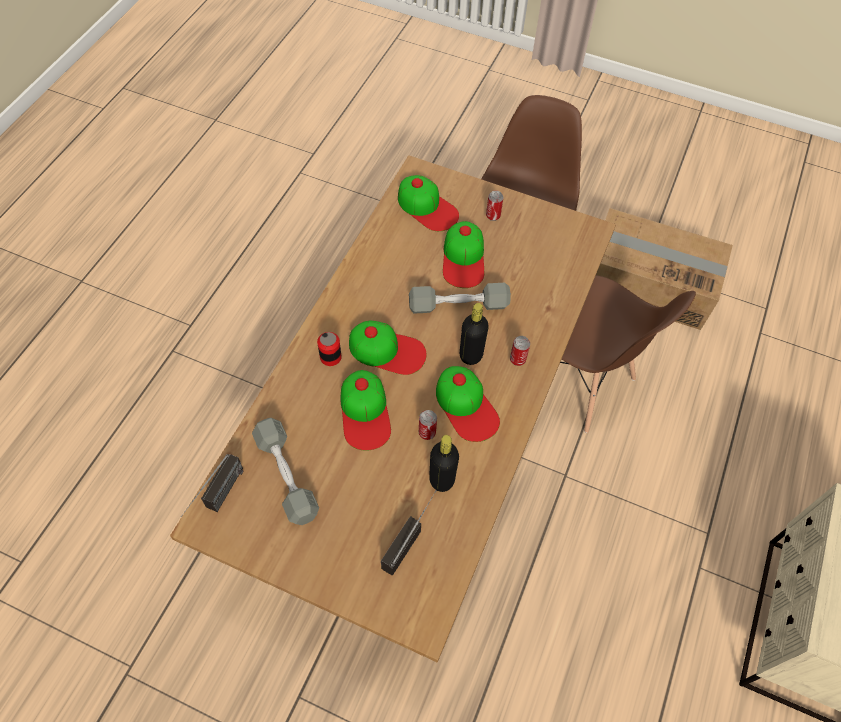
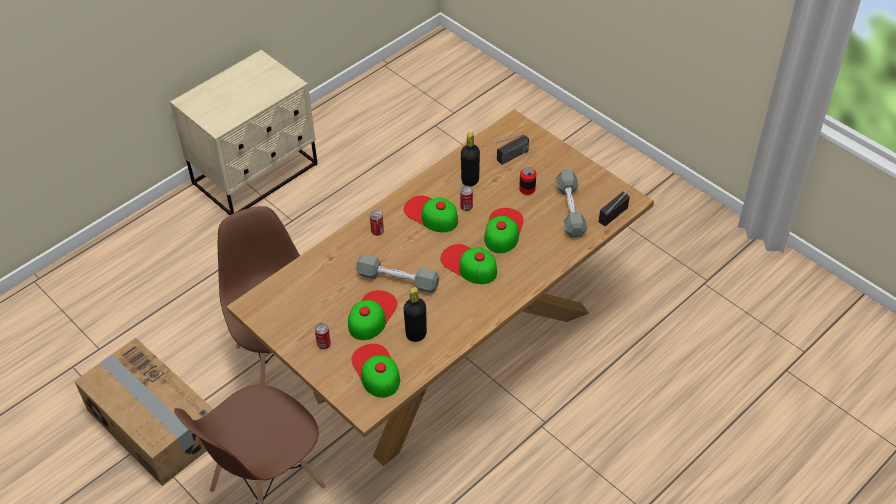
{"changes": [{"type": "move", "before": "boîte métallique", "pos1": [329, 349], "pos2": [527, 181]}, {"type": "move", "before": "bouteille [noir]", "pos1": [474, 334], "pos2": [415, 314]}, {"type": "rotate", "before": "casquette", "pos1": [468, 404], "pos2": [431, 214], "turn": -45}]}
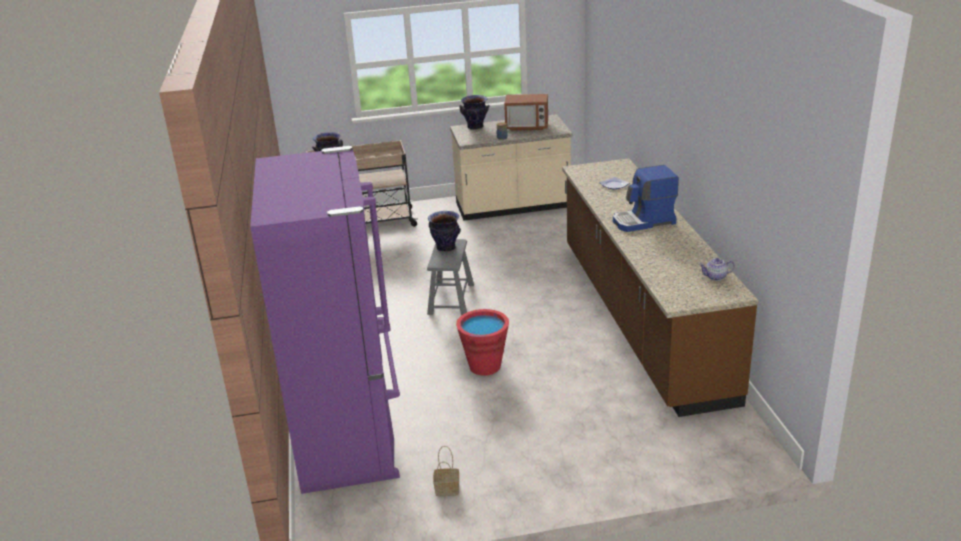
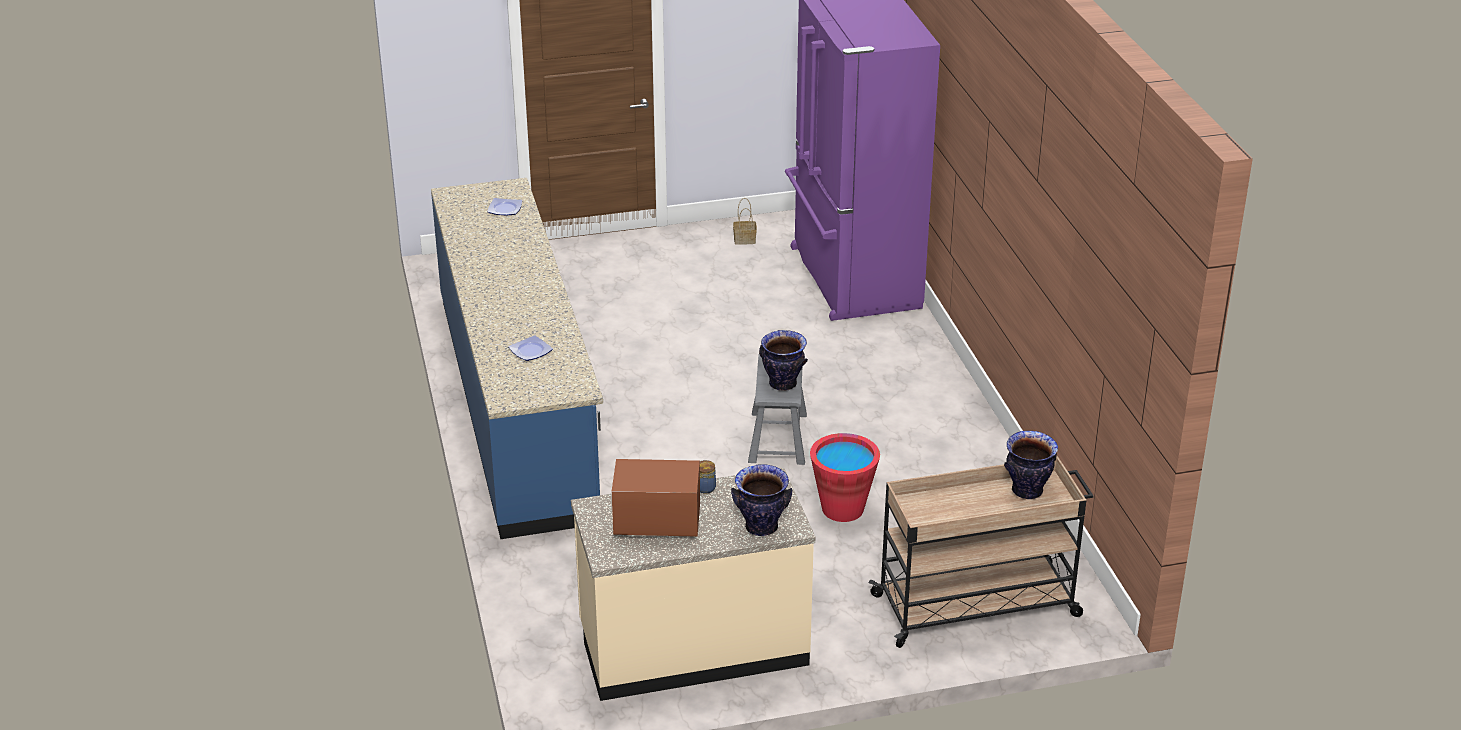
{"changes": [{"type": "delete", "before": "machine à café", "pos1": [646, 198]}, {"type": "delete", "before": "théière", "pos1": [717, 269]}, {"type": "insert", "after": "assiette", "pos2": [504, 206]}, {"type": "move", "before": "seau [rouge]", "pos1": [482, 342], "pos2": [845, 477]}, {"type": "recolor", "before": "comptoir de cuisine [marron]", "after": "comptoir de cuisine [bleu]", "pos1": [660, 287], "pos2": [517, 358]}]}
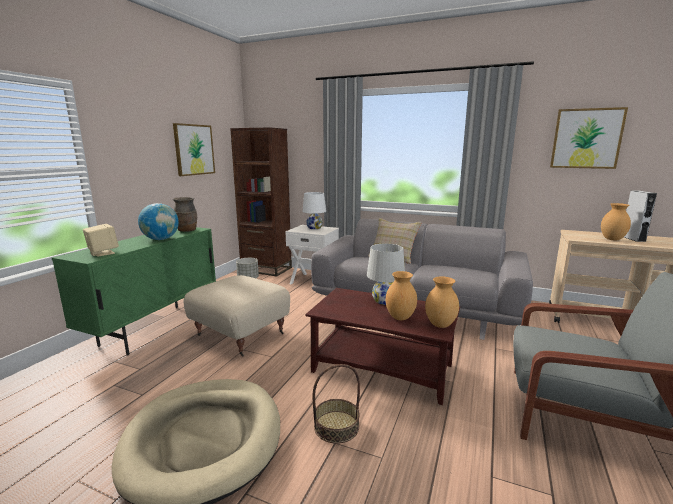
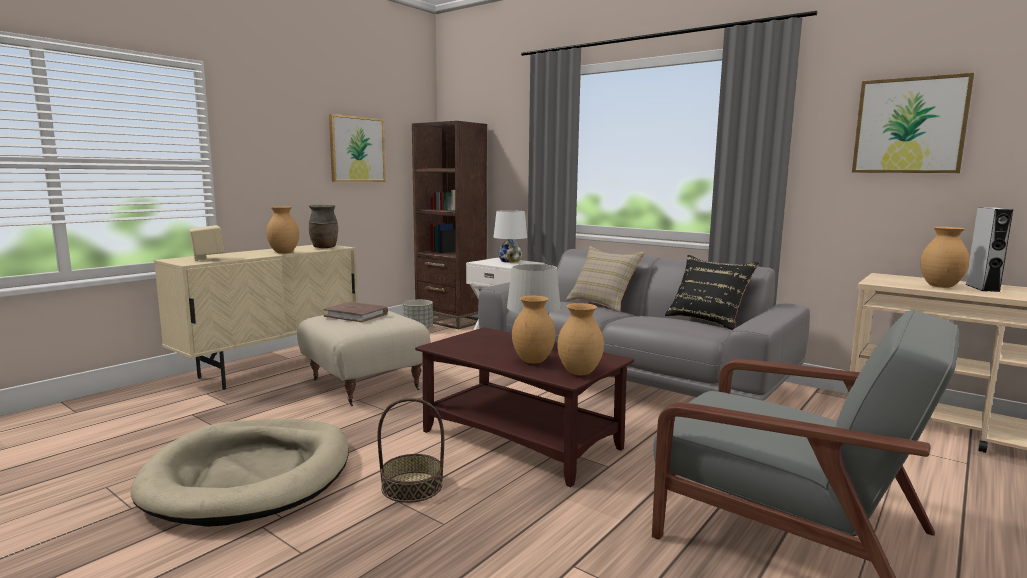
{"changes": [{"type": "insert", "after": "livre [marron]", "pos2": [355, 312]}, {"type": "insert", "after": "coussin [noir]", "pos2": [712, 292]}, {"type": "replace", "before": "globe", "after": "vase [marron]", "pos1": [158, 221], "pos2": [282, 229]}, {"type": "recolor", "before": "meuble de rangement [vert]", "after": "meuble de rangement [beige]", "pos1": [134, 291], "pos2": [256, 317]}]}
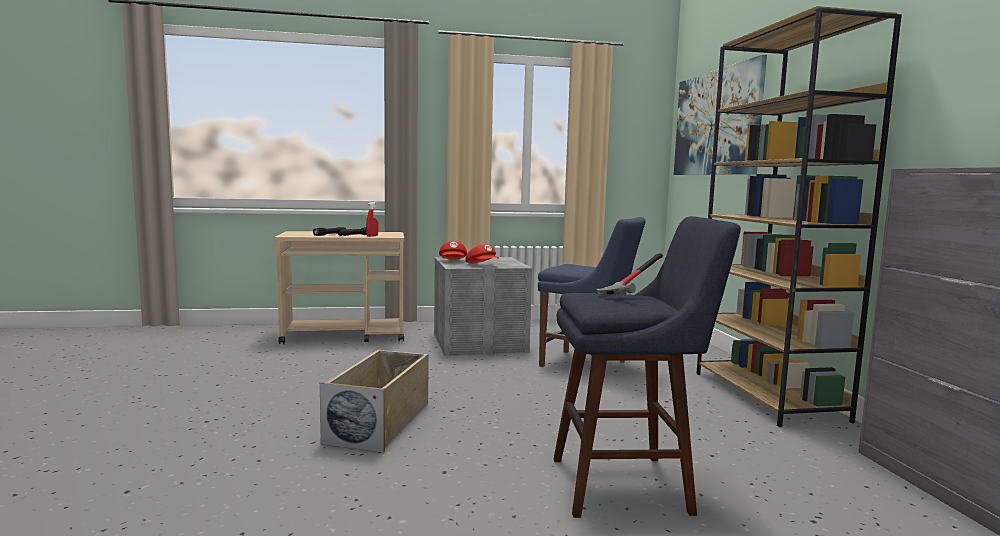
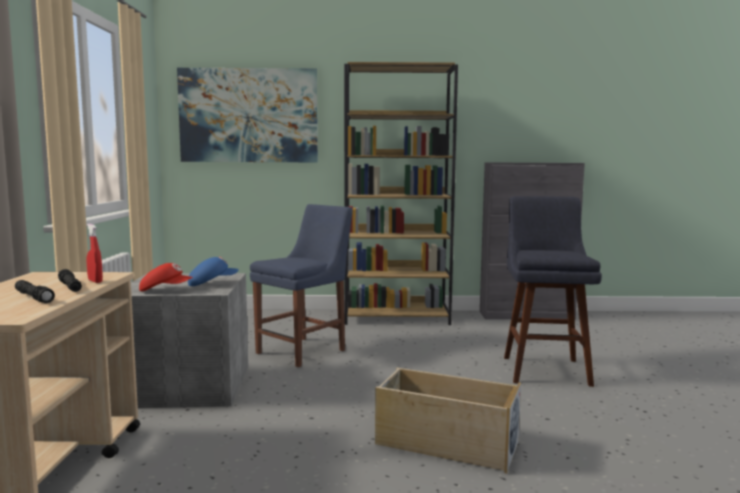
{"changes": [{"type": "delete", "before": "marteau", "pos1": [630, 275]}, {"type": "recolor", "before": "casquette [rouge]", "after": "casquette [bleu]", "pos1": [482, 253], "pos2": [213, 271]}]}
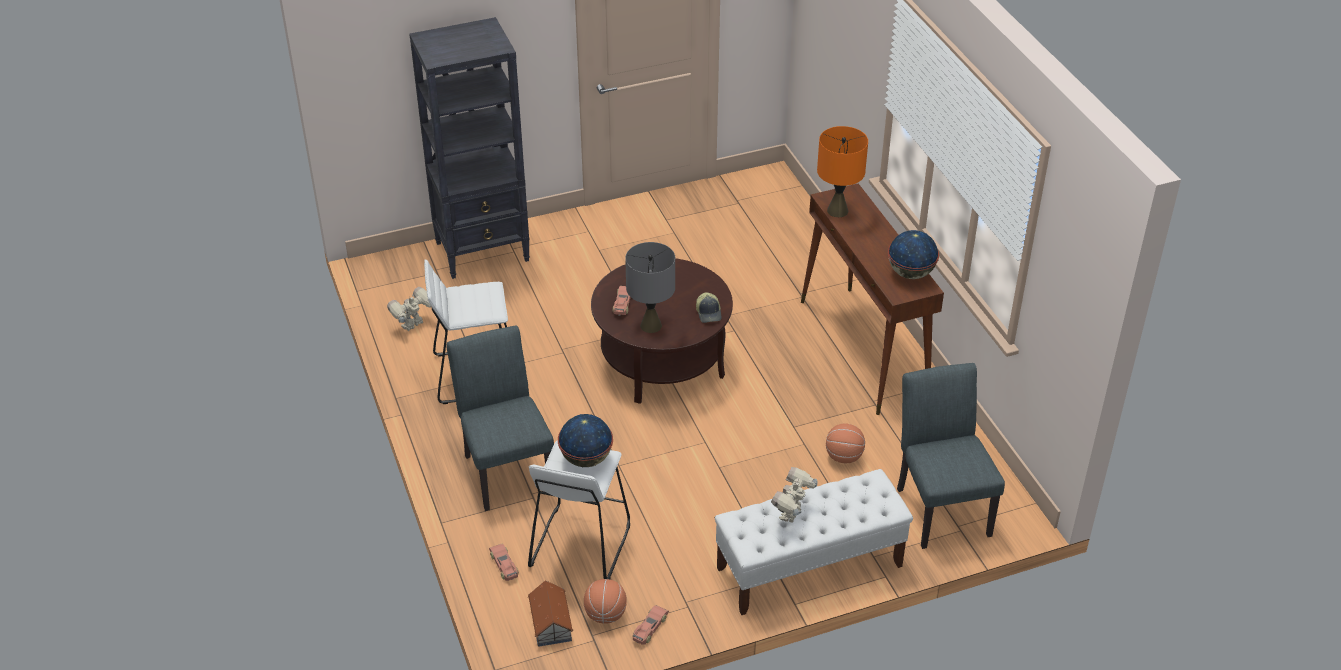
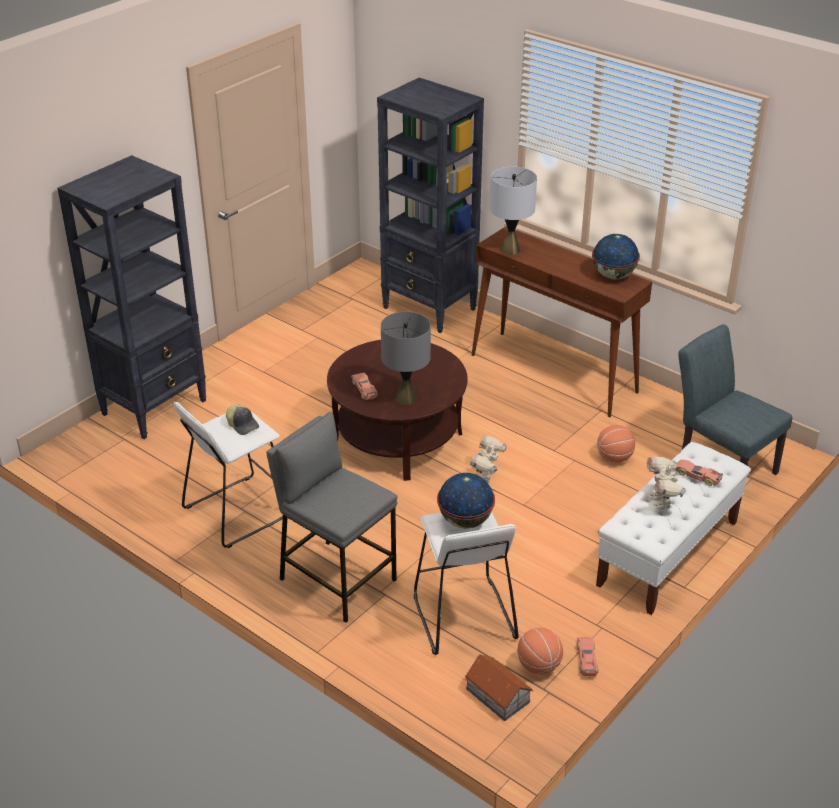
{"changes": [{"type": "insert", "after": "bibliothèque [noir]", "pos2": [430, 205]}, {"type": "move", "before": "robot jouet", "pos1": [409, 309], "pos2": [488, 459]}, {"type": "move", "before": "petite voiture", "pos1": [504, 562], "pos2": [699, 473]}, {"type": "move", "before": "casquette", "pos1": [709, 307], "pos2": [242, 420]}, {"type": "replace", "before": "chaise [gris]", "after": "tabouret [gris]", "pos1": [500, 418], "pos2": [332, 517]}, {"type": "recolor", "before": "lampe de table [orange]", "after": "lampe de table [gris]", "pos1": [842, 171], "pos2": [513, 211]}]}
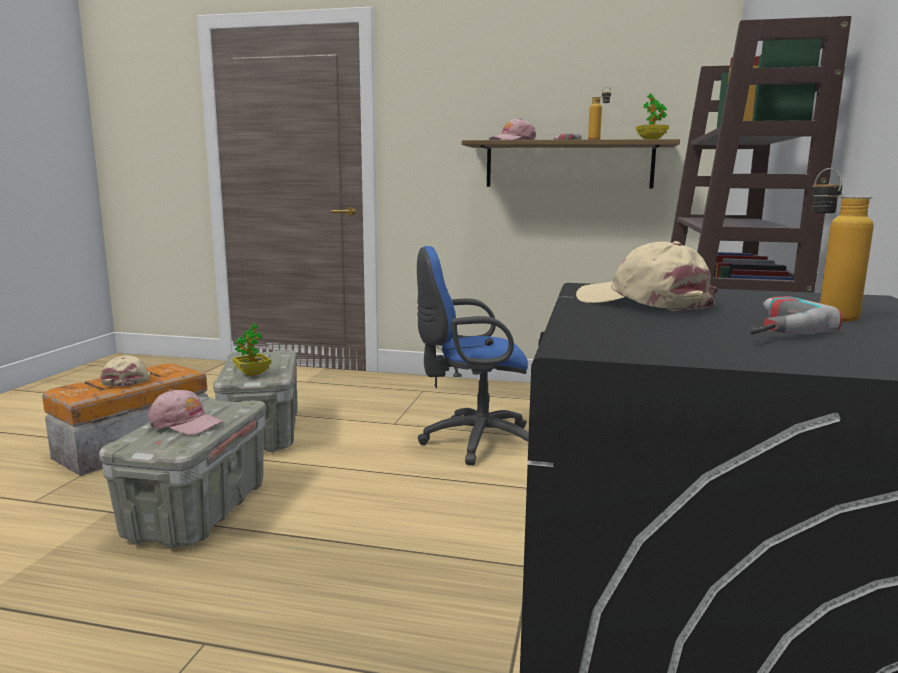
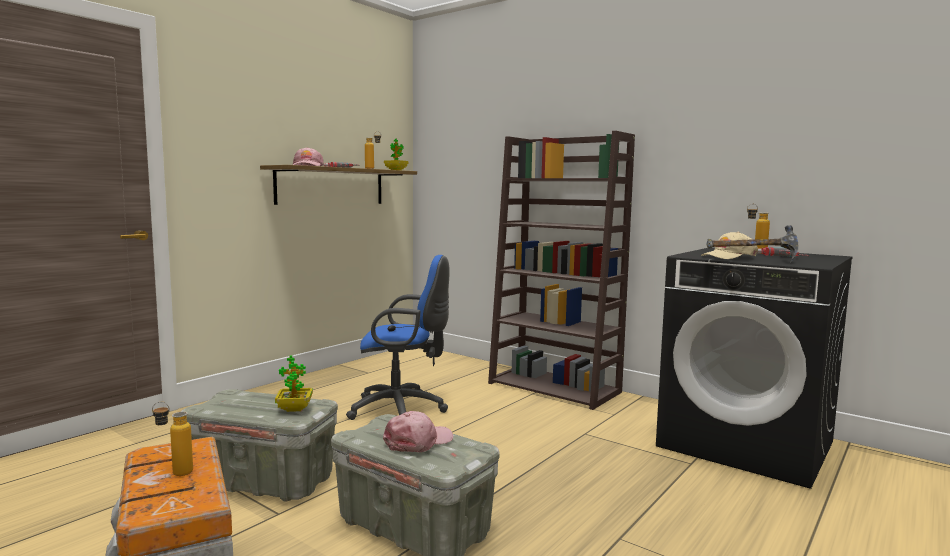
{"changes": [{"type": "insert", "after": "marteau", "pos2": [752, 244]}, {"type": "replace", "before": "casquette [beige]", "after": "bouteille", "pos1": [125, 371], "pos2": [172, 438]}, {"type": "rotate", "before": "chaise de bureau [bleu]", "pos1": [473, 355], "pos2": [397, 337], "turn": -105}]}
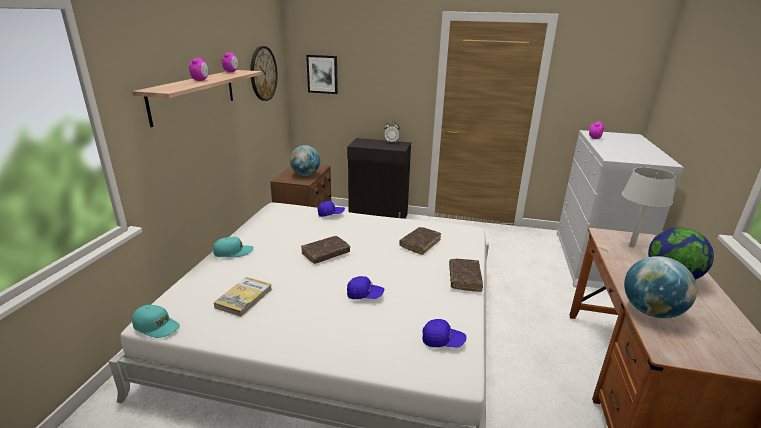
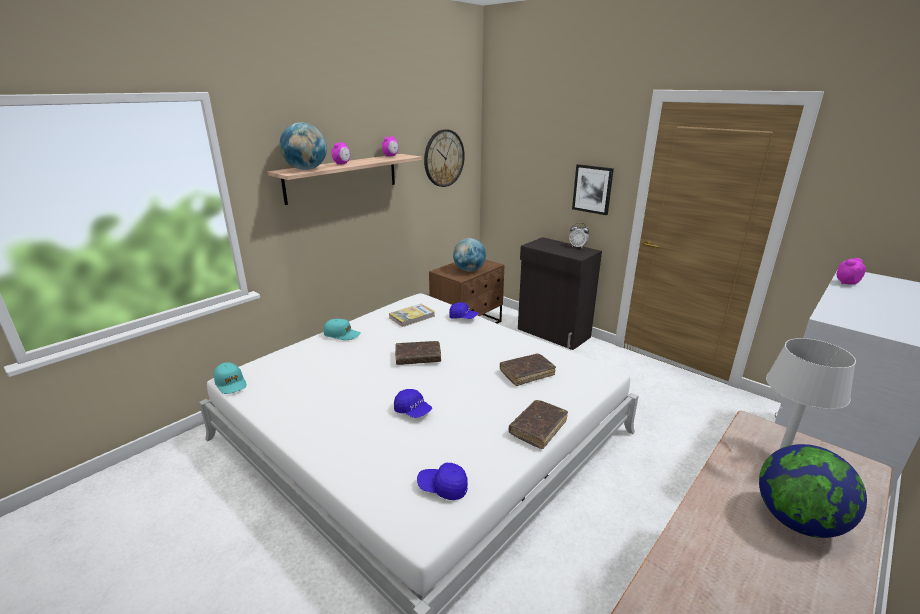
{"changes": [{"type": "move", "before": "livre", "pos1": [243, 297], "pos2": [412, 315]}, {"type": "move", "before": "tableau", "pos1": [322, 74], "pos2": [593, 189]}, {"type": "move", "before": "globe", "pos1": [660, 287], "pos2": [303, 146]}, {"type": "rotate", "before": "casquette [bleu]", "pos1": [444, 333], "pos2": [442, 481], "turn": 150}]}
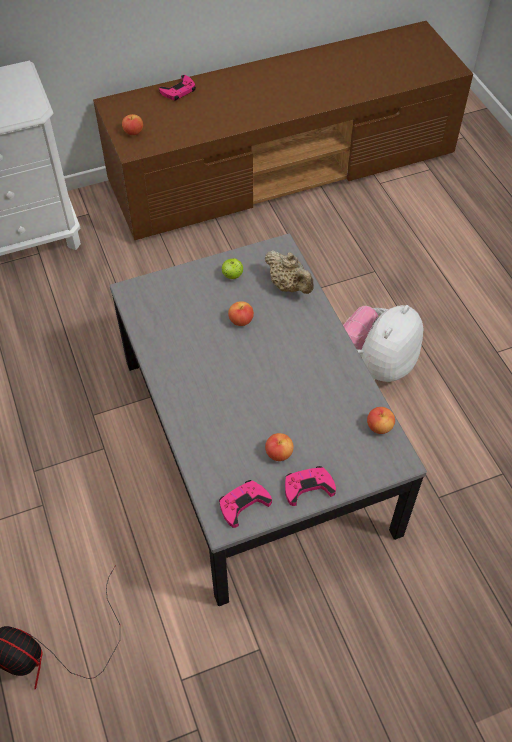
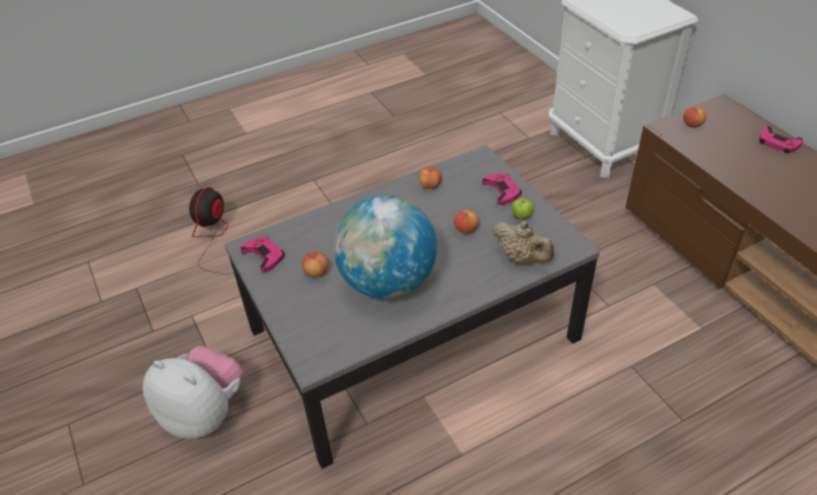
{"changes": [{"type": "insert", "after": "globe", "pos2": [385, 247]}, {"type": "move", "before": "manette [rose]", "pos1": [310, 486], "pos2": [502, 189]}, {"type": "move", "before": "peluche", "pos1": [383, 343], "pos2": [193, 392]}, {"type": "move", "before": "pomme", "pos1": [381, 420], "pos2": [430, 177]}, {"type": "rotate", "before": "théière [beige]", "pos1": [289, 272], "pos2": [523, 242], "turn": -90}]}
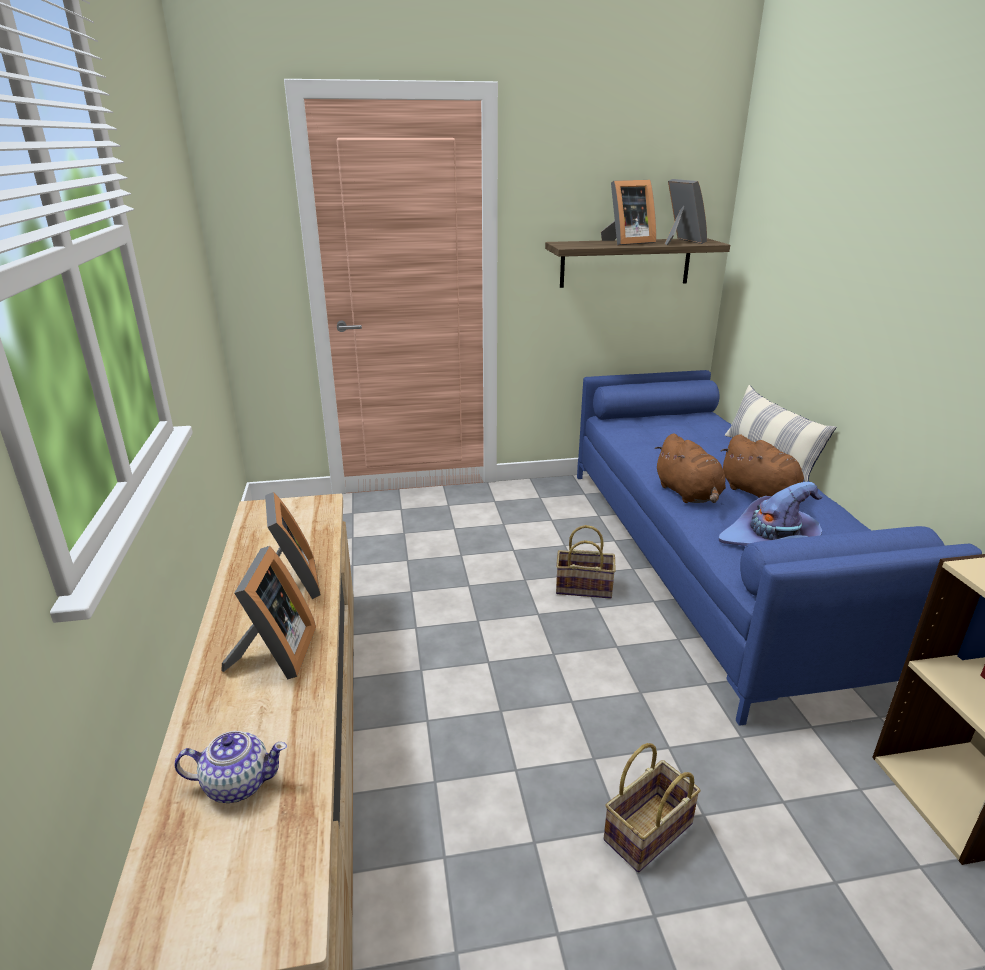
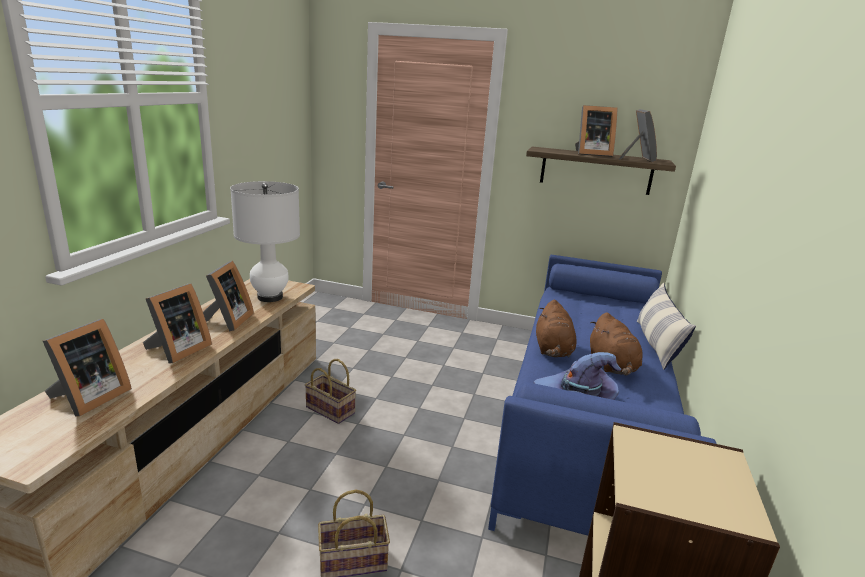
{"changes": [{"type": "insert", "after": "lampe de table [blanc]", "pos2": [265, 241]}, {"type": "move", "before": "panier", "pos1": [586, 562], "pos2": [330, 391]}, {"type": "replace", "before": "théière", "after": "cadre photo", "pos1": [231, 767], "pos2": [87, 367]}]}
